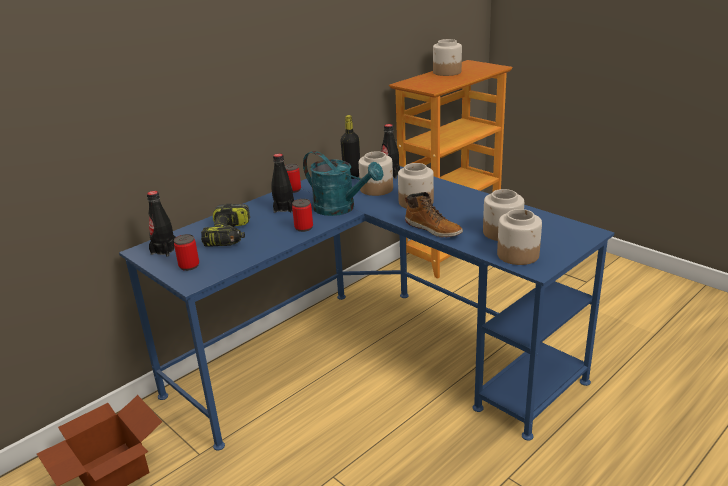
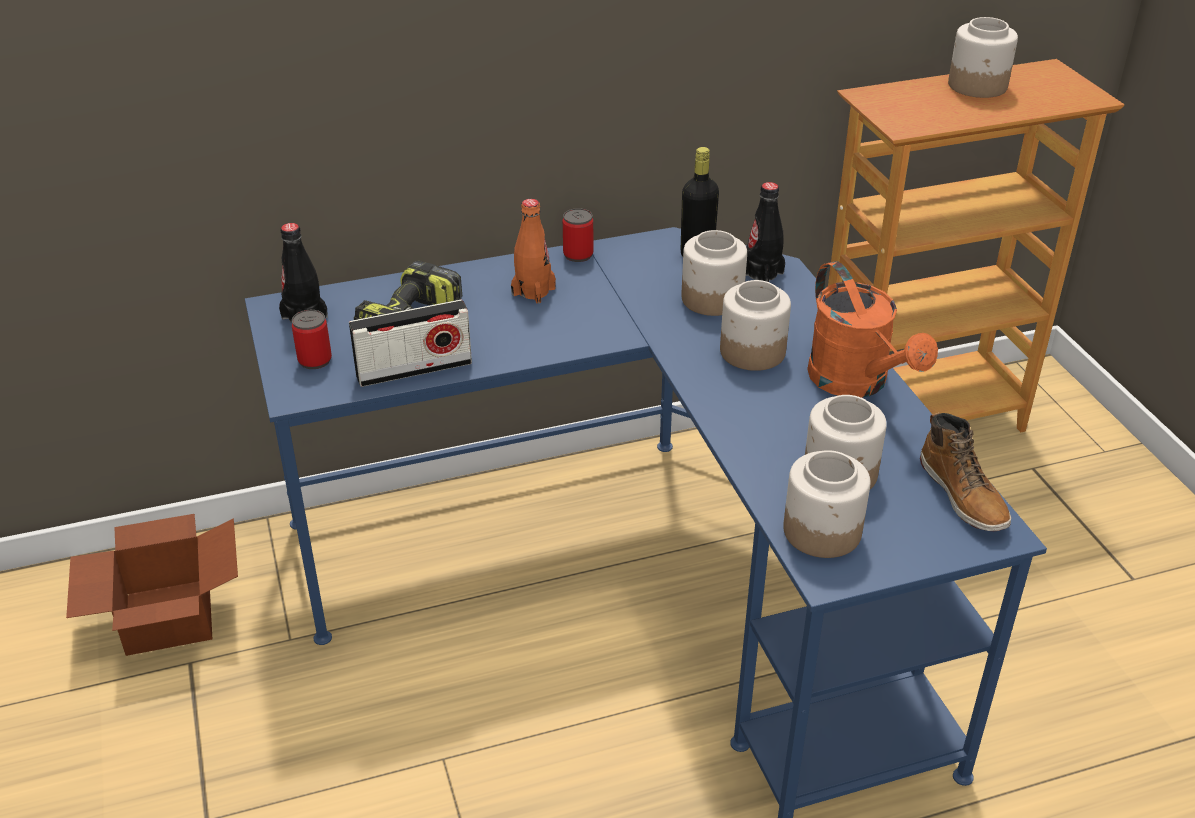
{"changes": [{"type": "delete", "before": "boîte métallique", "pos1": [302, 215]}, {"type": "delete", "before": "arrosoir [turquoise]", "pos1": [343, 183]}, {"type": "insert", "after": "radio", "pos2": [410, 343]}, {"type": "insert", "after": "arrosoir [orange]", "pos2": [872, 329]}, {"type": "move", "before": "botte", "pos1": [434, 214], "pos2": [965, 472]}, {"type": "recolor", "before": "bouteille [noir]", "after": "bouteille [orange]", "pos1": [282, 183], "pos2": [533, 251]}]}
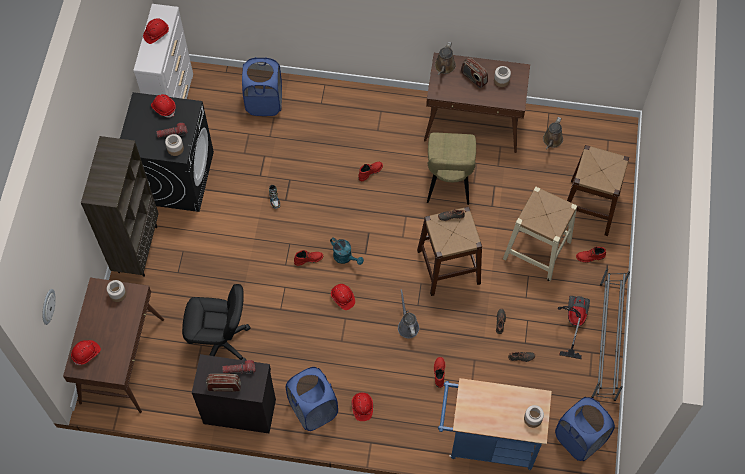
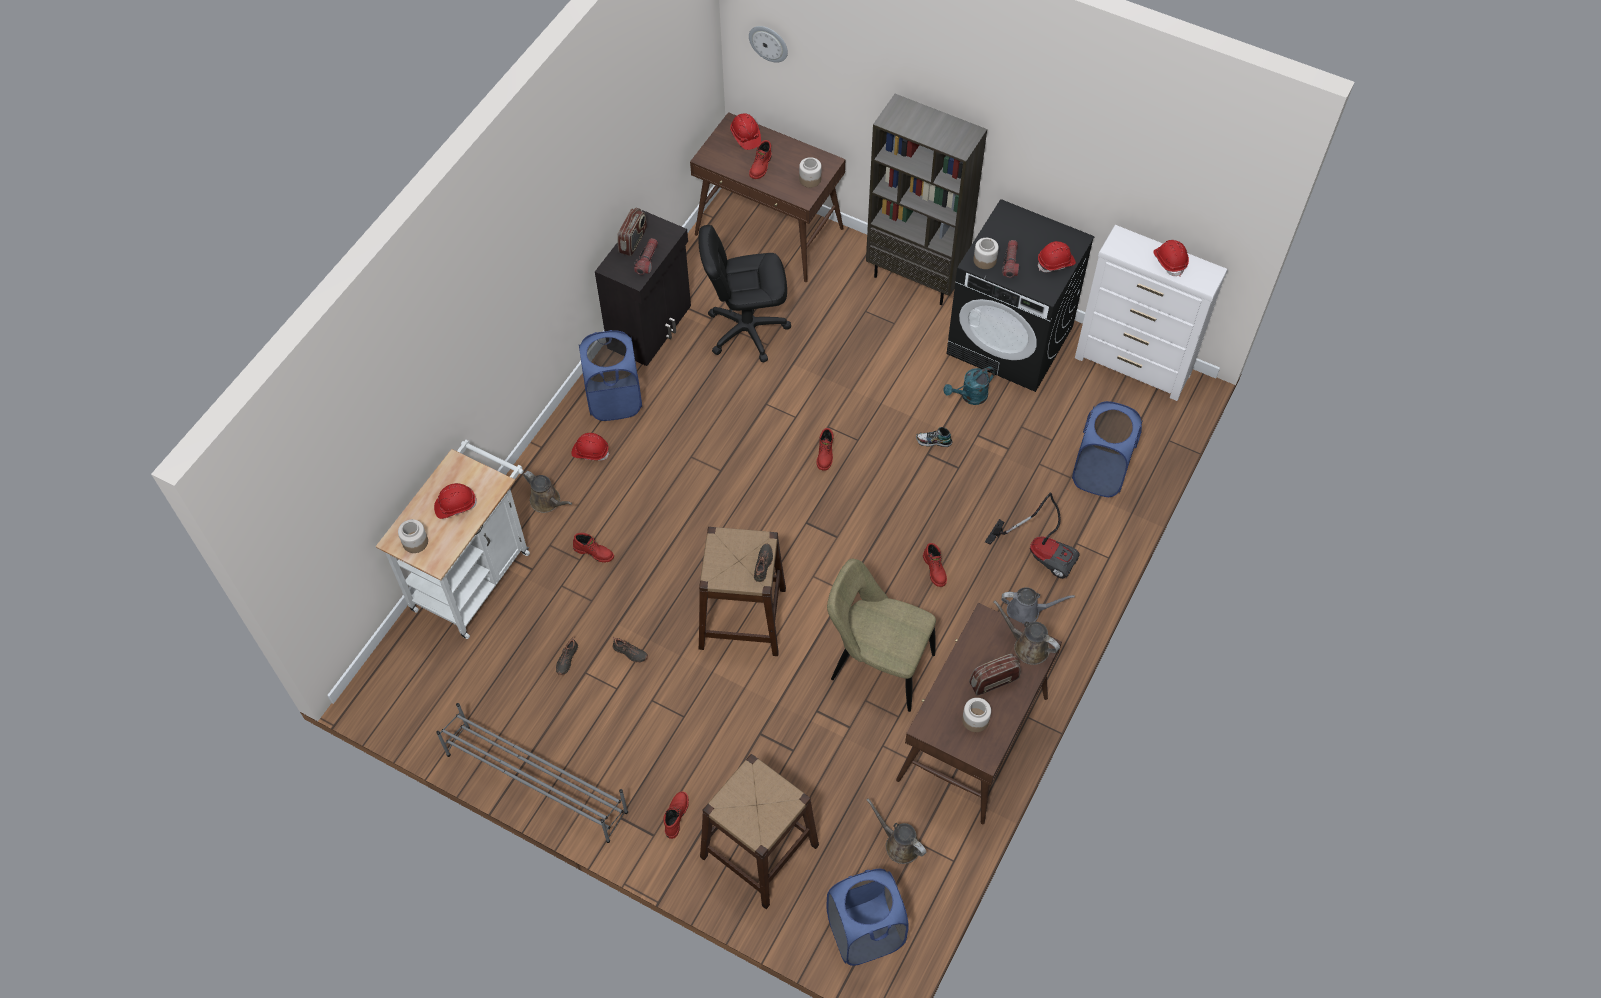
{"changes": [{"type": "delete", "before": "tabouret [beige]", "pos1": [540, 234]}, {"type": "insert", "after": "arrosoir [marron]", "pos2": [547, 492]}, {"type": "insert", "after": "botte [rouge]", "pos2": [760, 159]}, {"type": "move", "before": "arrosoir [turquoise]", "pos1": [347, 251], "pos2": [969, 386]}, {"type": "move", "before": "casque de chantier [rouge]", "pos1": [343, 297], "pos2": [455, 501]}, {"type": "move", "before": "arrosoir [gris]", "pos1": [408, 313], "pos2": [1038, 606]}, {"type": "move", "before": "panier à linge [bleu]", "pos1": [585, 429], "pos2": [867, 917]}, {"type": "move", "before": "aspirateur", "pos1": [574, 327], "pos2": [1032, 535]}, {"type": "recolor", "before": "chariot [bleu]", "after": "chariot [blanc]", "pos1": [495, 424], "pos2": [453, 539]}, {"type": "rotate", "before": "chaise de bureau [noir]", "pos1": [216, 322], "pos2": [744, 294], "turn": 60}]}
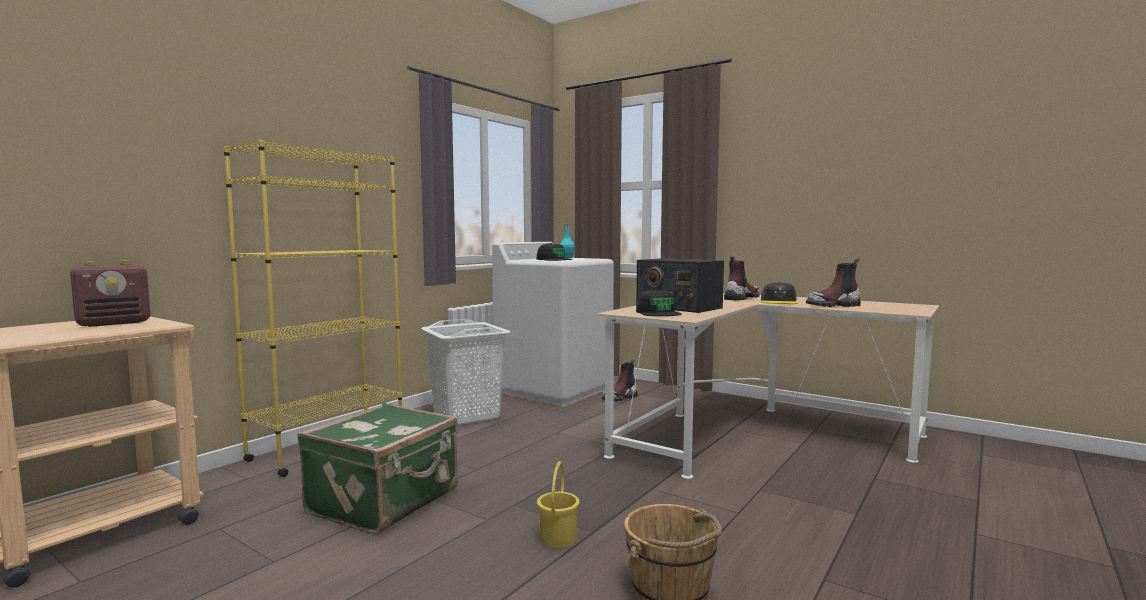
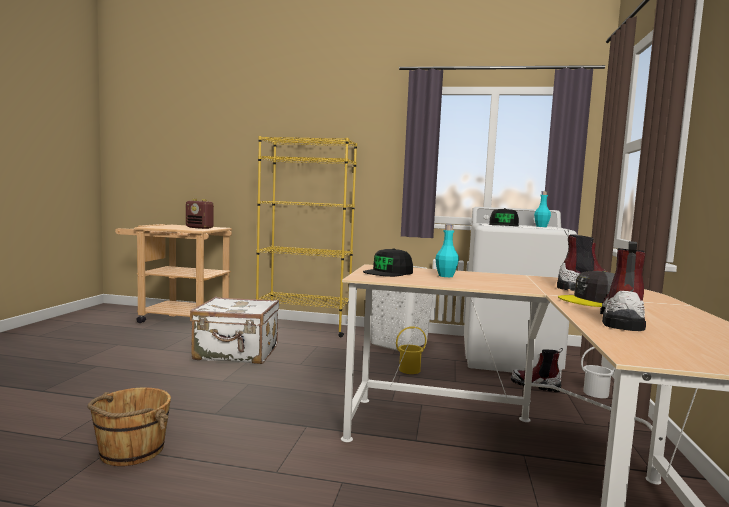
{"changes": [{"type": "insert", "after": "seau [blanc]", "pos2": [598, 372]}, {"type": "move", "before": "seau [jaune]", "pos1": [558, 504], "pos2": [411, 350]}, {"type": "replace", "before": "radio", "after": "bouteille [turquoise]", "pos1": [680, 285], "pos2": [447, 251]}, {"type": "recolor", "before": "valise [vert]", "after": "valise [blanc]", "pos1": [377, 468], "pos2": [234, 330]}, {"type": "rotate", "before": "botte", "pos1": [833, 282], "pos2": [623, 286], "turn": 60}]}
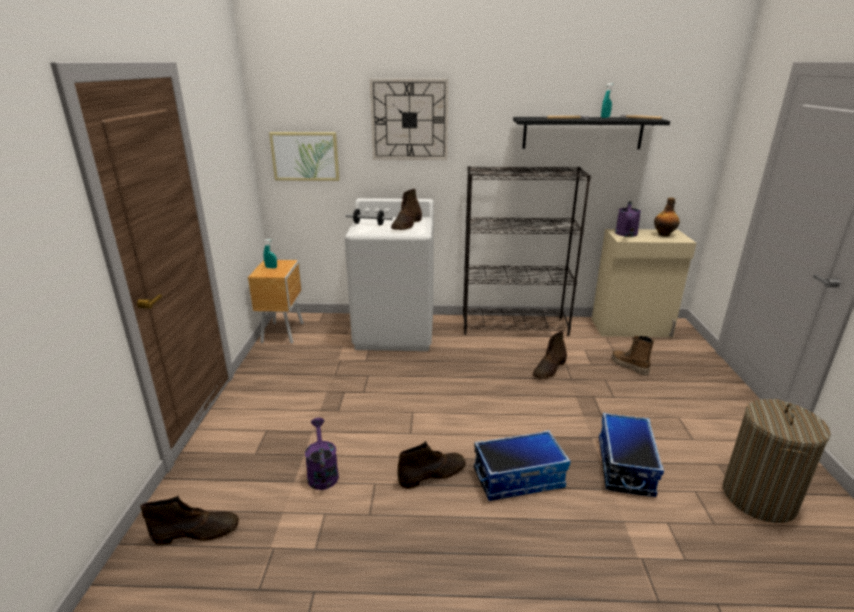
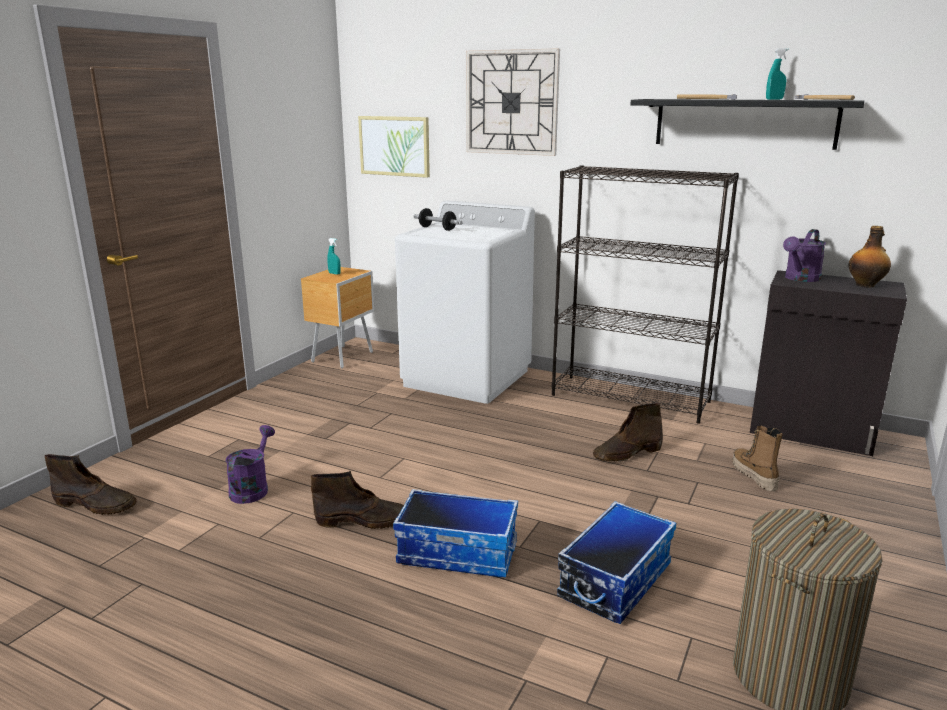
{"changes": [{"type": "delete", "before": "botte [marron]", "pos1": [406, 209]}, {"type": "recolor", "before": "meuble de rangement [beige]", "after": "meuble de rangement [noir]", "pos1": [644, 283], "pos2": [828, 363]}]}
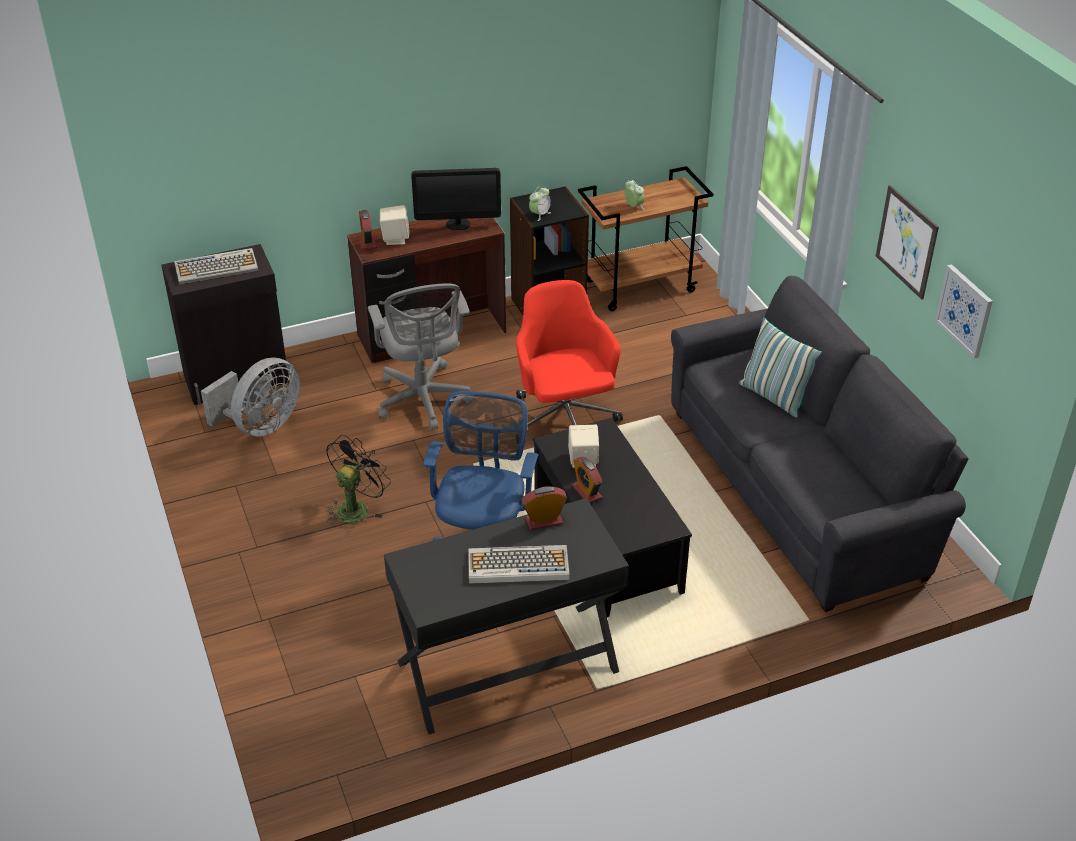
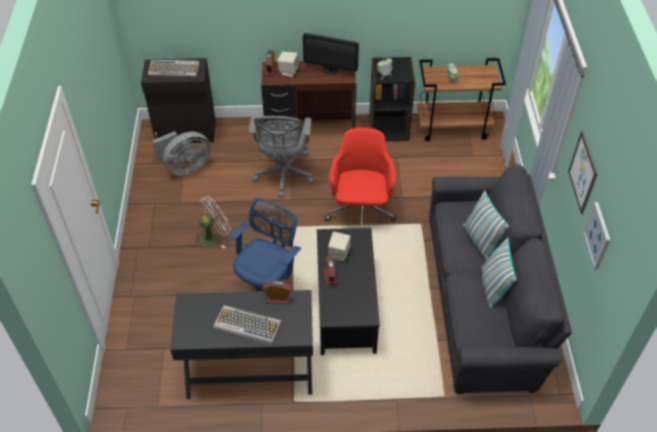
{"changes": [{"type": "insert", "after": "coussin", "pos2": [499, 273]}, {"type": "recolor", "before": "ventilateur [noir]", "after": "ventilateur [blanc]", "pos1": [358, 479], "pos2": [213, 222]}]}
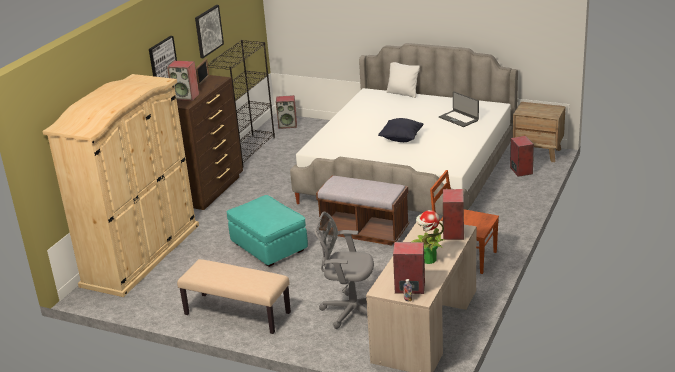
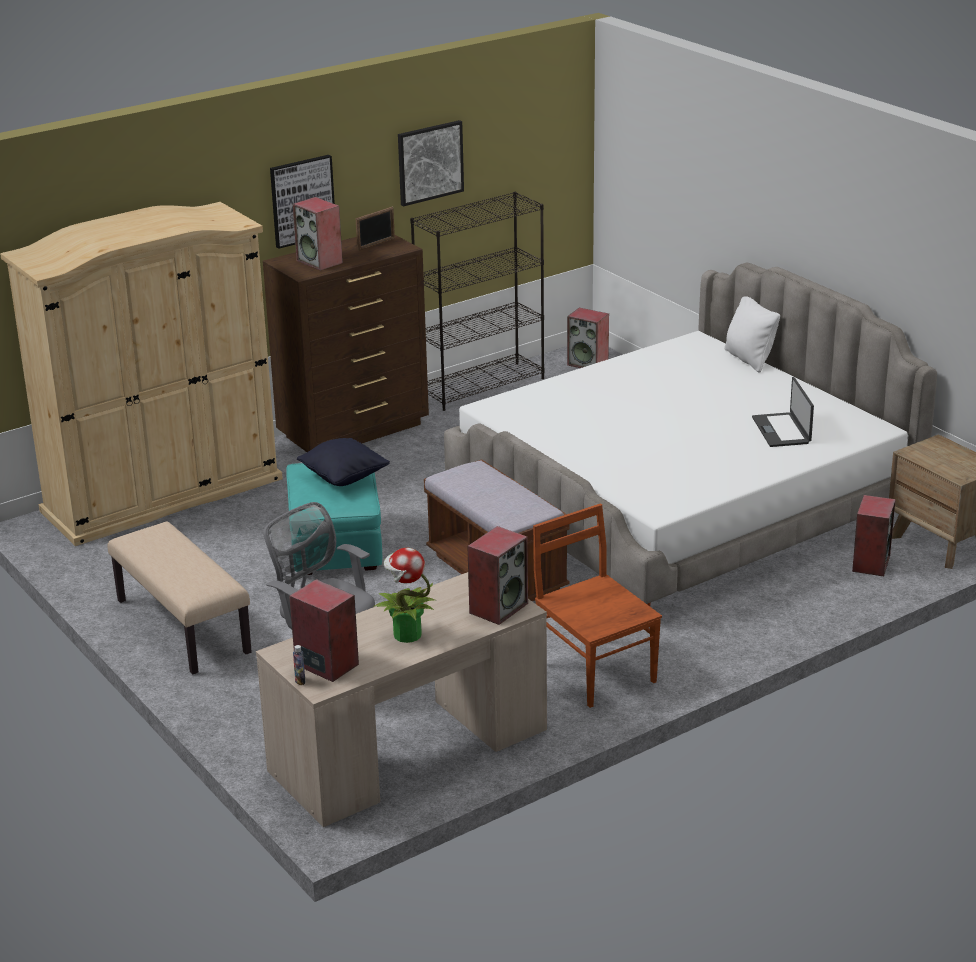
{"changes": [{"type": "move", "before": "coussin [noir]", "pos1": [401, 130], "pos2": [343, 462]}]}
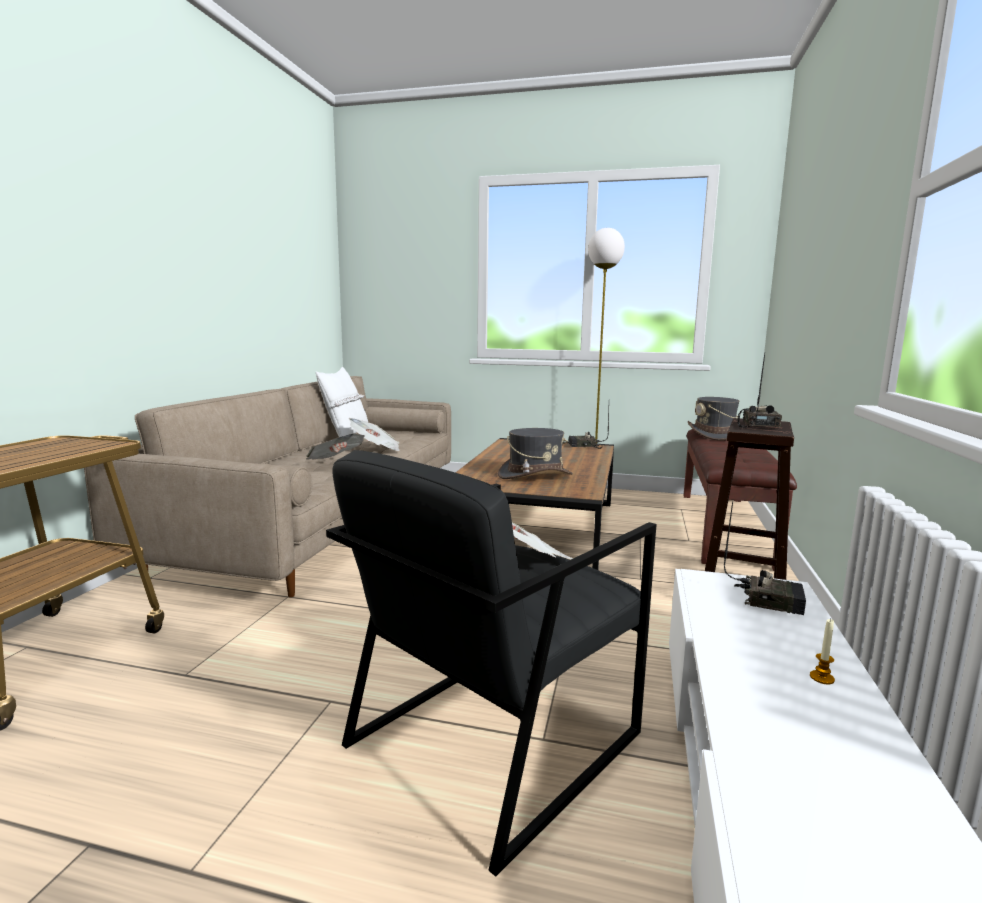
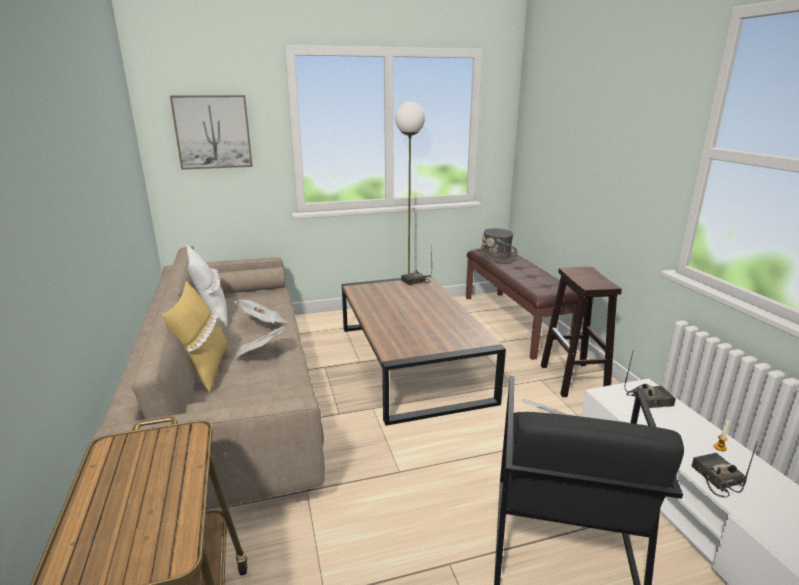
{"changes": [{"type": "delete", "before": "chapeau [gris]", "pos1": [535, 453]}, {"type": "insert", "after": "coussin [jaune]", "pos2": [195, 337]}, {"type": "insert", "after": "tableau", "pos2": [211, 132]}, {"type": "move", "before": "radio", "pos1": [759, 390], "pos2": [724, 470]}]}
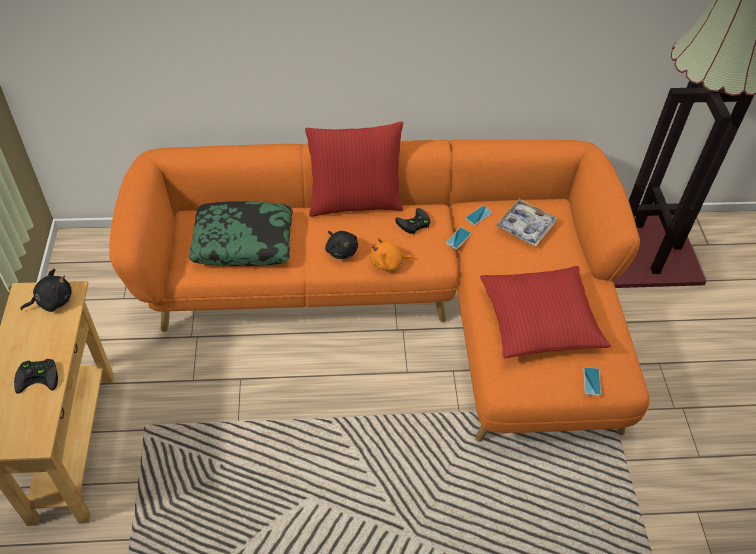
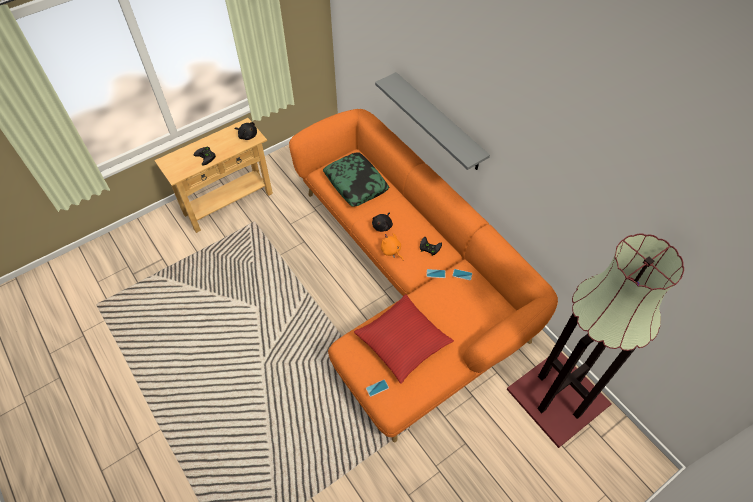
{"changes": [{"type": "delete", "before": "coussin [rouge]", "pos1": [354, 169]}, {"type": "delete", "before": "plateau", "pos1": [526, 223]}, {"type": "insert", "after": "étagère [gris]", "pos2": [432, 121]}]}
